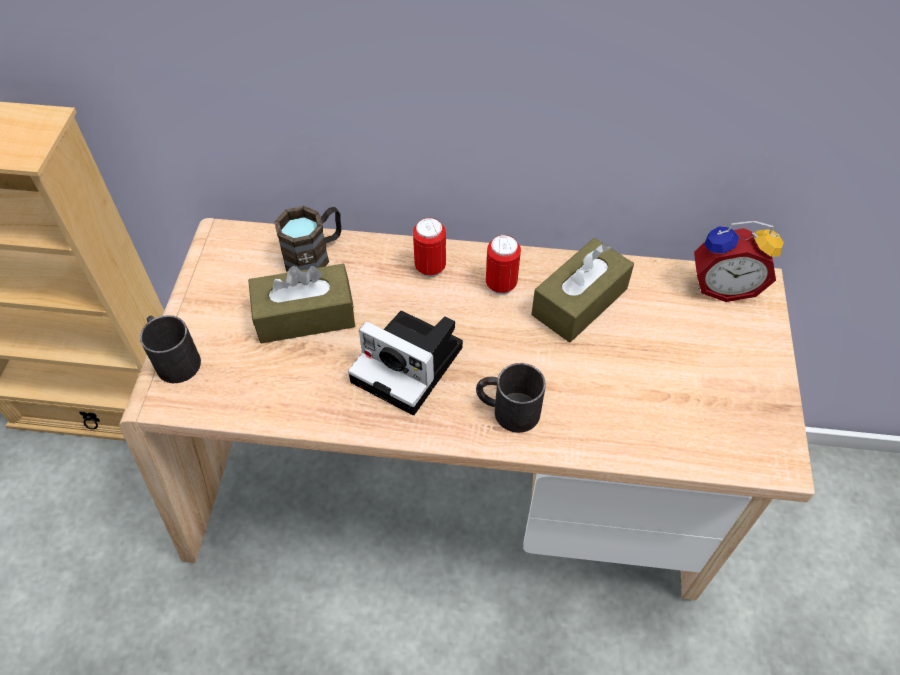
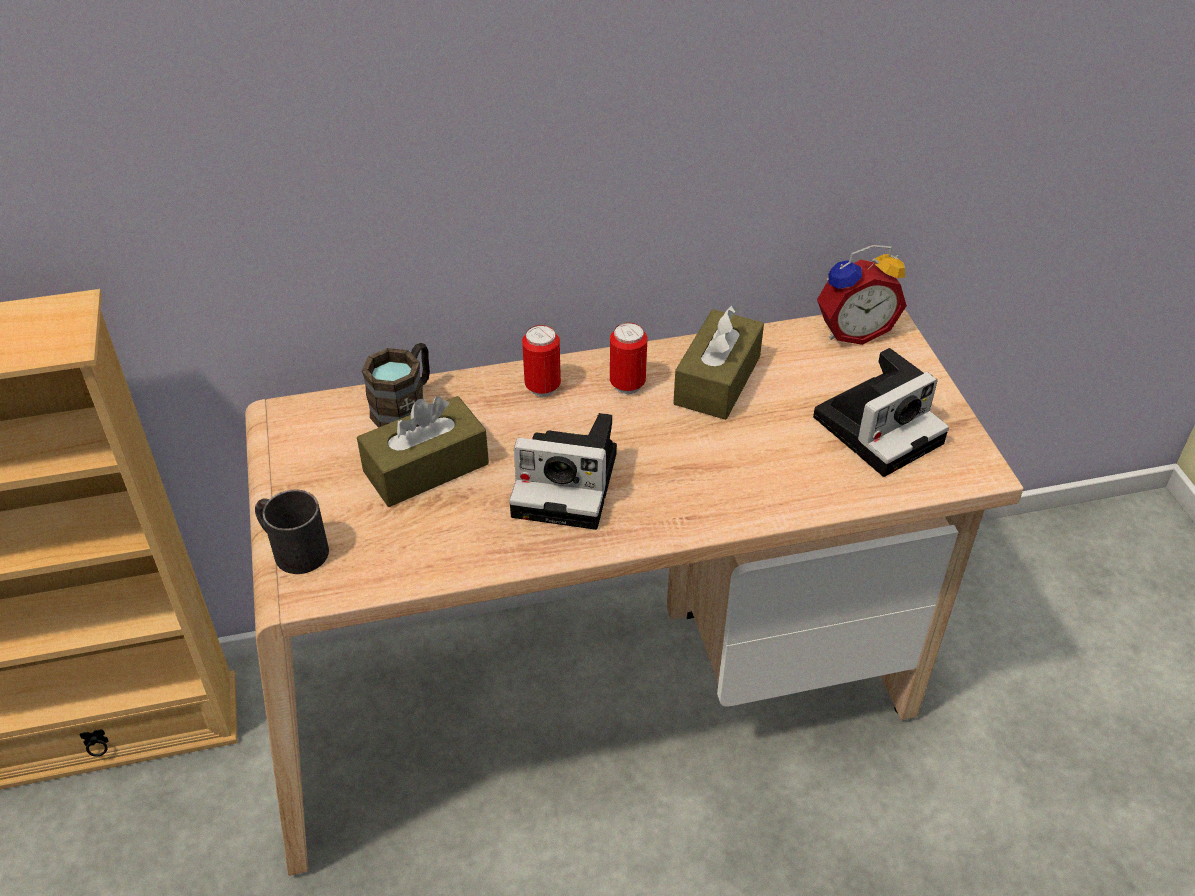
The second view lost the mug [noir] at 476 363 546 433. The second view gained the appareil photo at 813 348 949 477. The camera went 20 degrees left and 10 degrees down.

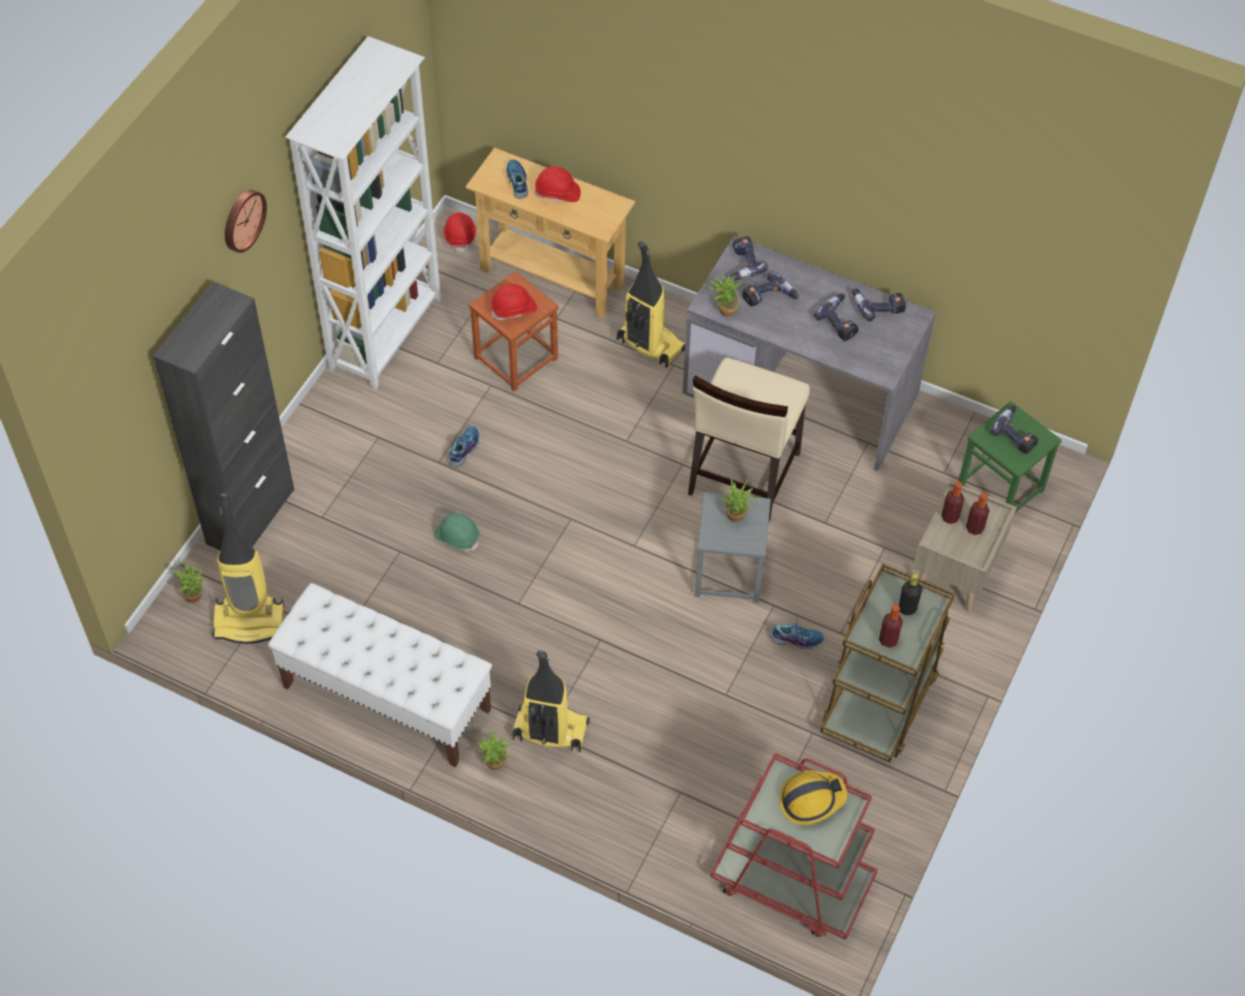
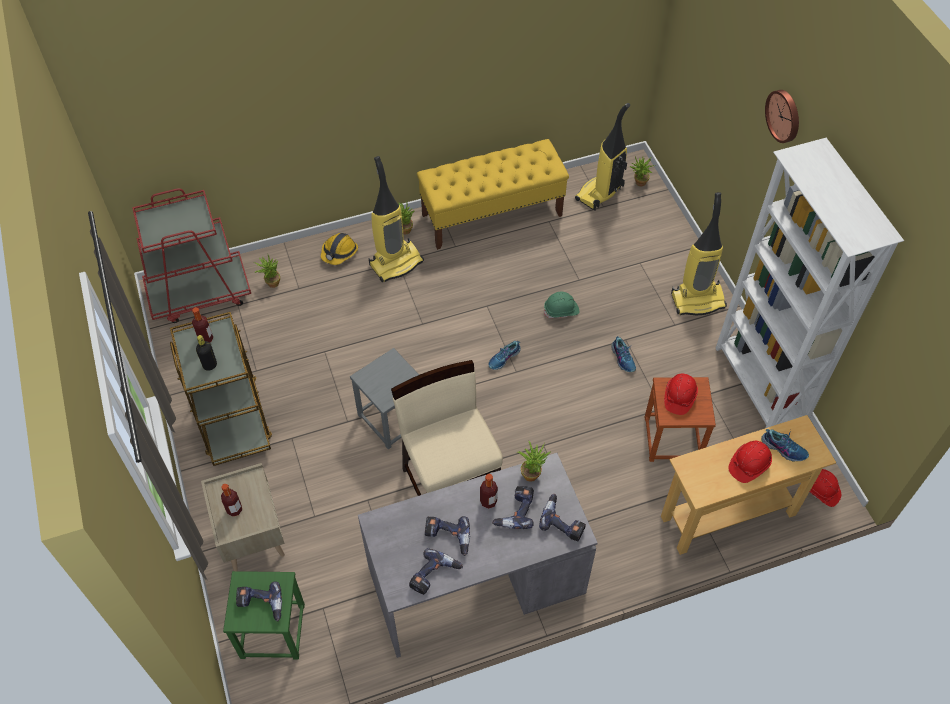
The aspirateur ended up elsewhere, having gone from 617 241 685 368 to 671 192 727 315. The second view lost the meuble de rangement [noir] at 153 282 294 550. The plante en pot ended up elsewhere, having gone from 720 479 759 522 to 253 253 280 288. The bouteille ended up elsewhere, having gone from 941 481 964 524 to 480 474 498 509. What was the banc [blanc] at 268 583 492 767 turned into the banc [jaune] at 417 139 569 250. The chaussure ended up elsewhere, having gone from 770 617 825 649 to 488 341 521 370. The casque de chantier ended up elsewhere, having gone from 779 771 847 825 to 321 233 358 265. The camera went 135 degrees right and 0 degrees up.

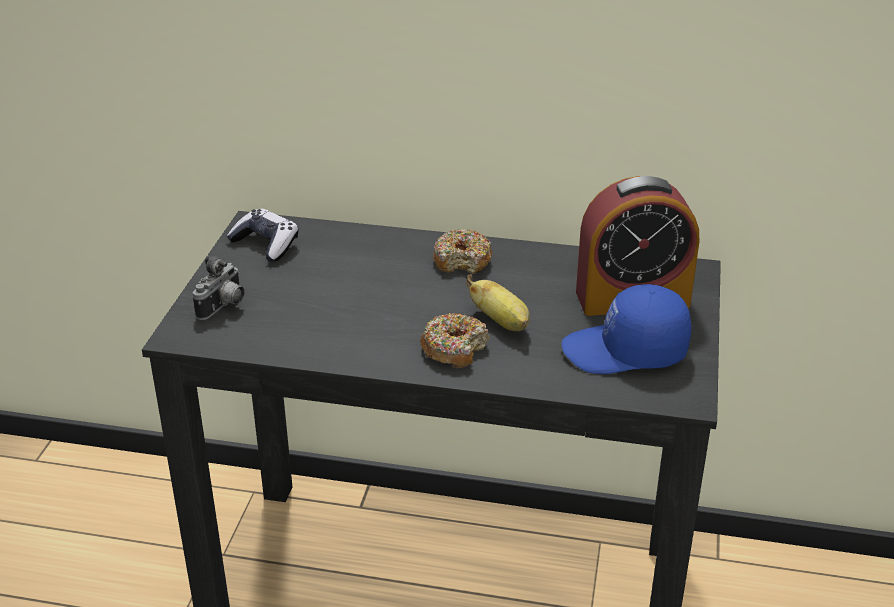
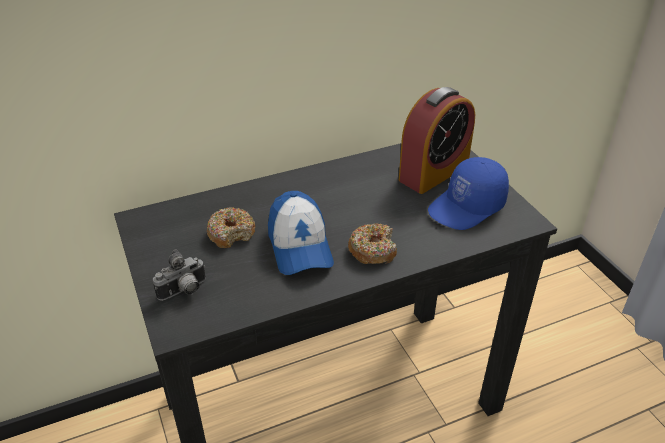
The second view lost the manette at 227 209 299 262. The beignet ended up elsewhere, having gone from 433 229 492 274 to 207 207 256 248. The appareil photo at 193 255 245 320 ended up facing another way, 60 degrees clockwise from before. The second view lost the banane at 466 274 530 331. The second view gained the casquette at 268 191 334 275. The camera went 35 degrees left and 5 degrees up.

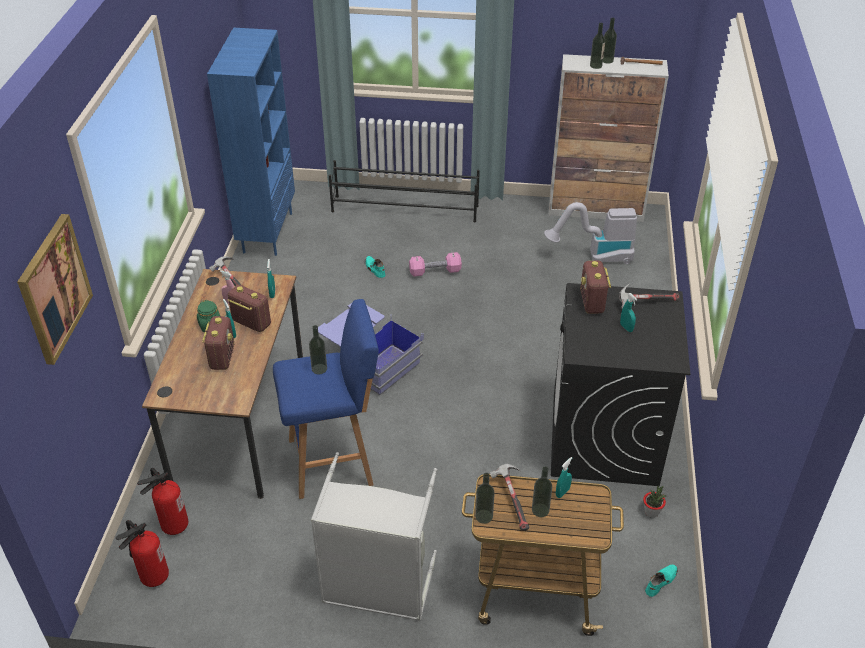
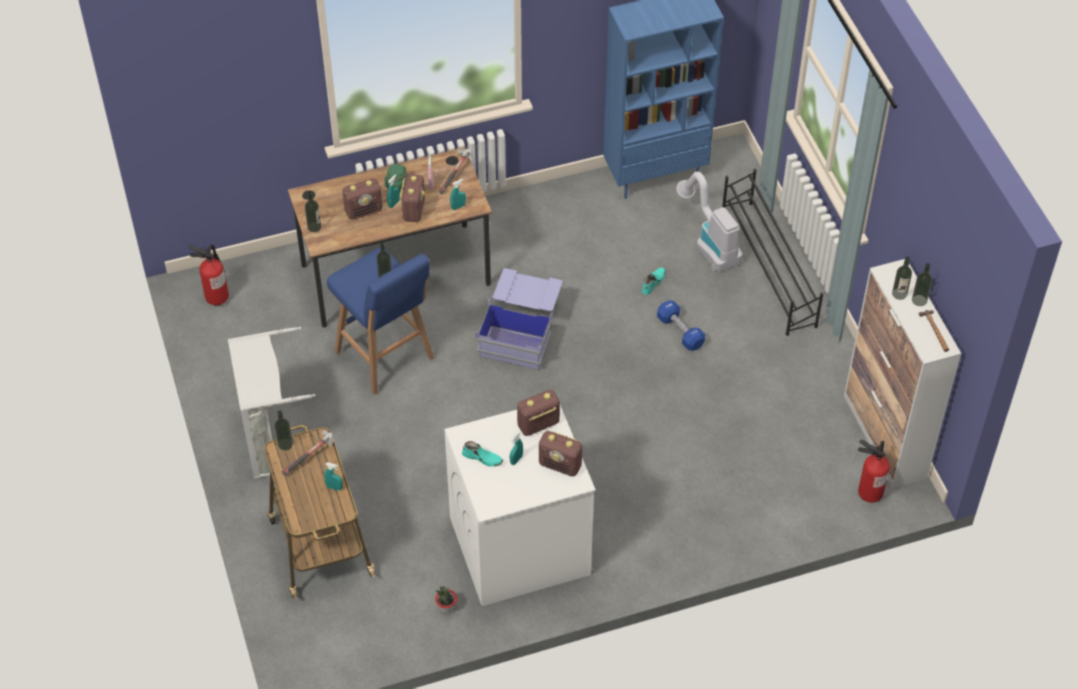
The aspirateur ended up elsewhere, having gone from 544 202 637 264 to 676 172 742 272. The second view lost the tableau at 17 214 93 365. What was the haltère [rose] at 409 252 462 277 turned into the haltère [bleu] at 657 300 705 351. What was the lave-linge [noir] at 551 283 690 486 turned into the lave-linge [blanc] at 444 405 596 606. Where the marteau stood at 619 283 680 309, the radio came to stand at 539 431 582 476. The bouteille ended up elsewhere, having gone from 532 467 552 517 to 305 191 321 232. The extincteur ended up elsewhere, having gone from 137 468 189 535 to 858 440 890 503. The chaussure [turquoise] ended up elsewhere, having gone from 645 565 678 597 to 462 441 503 466. The camera went 65 degrees right and 10 degrees up.

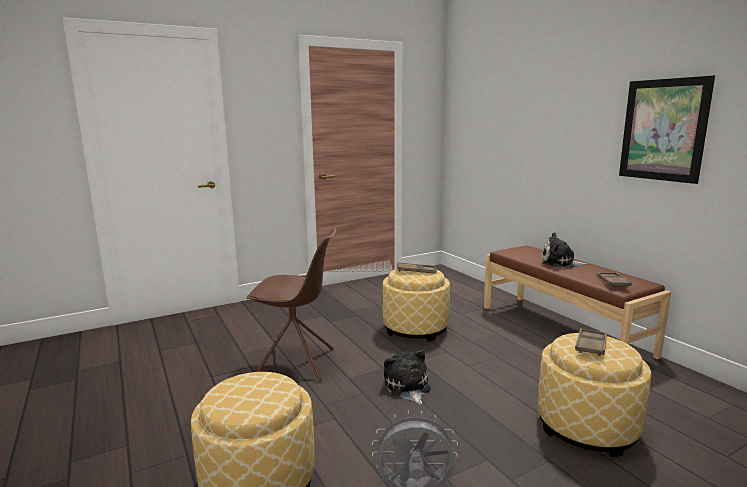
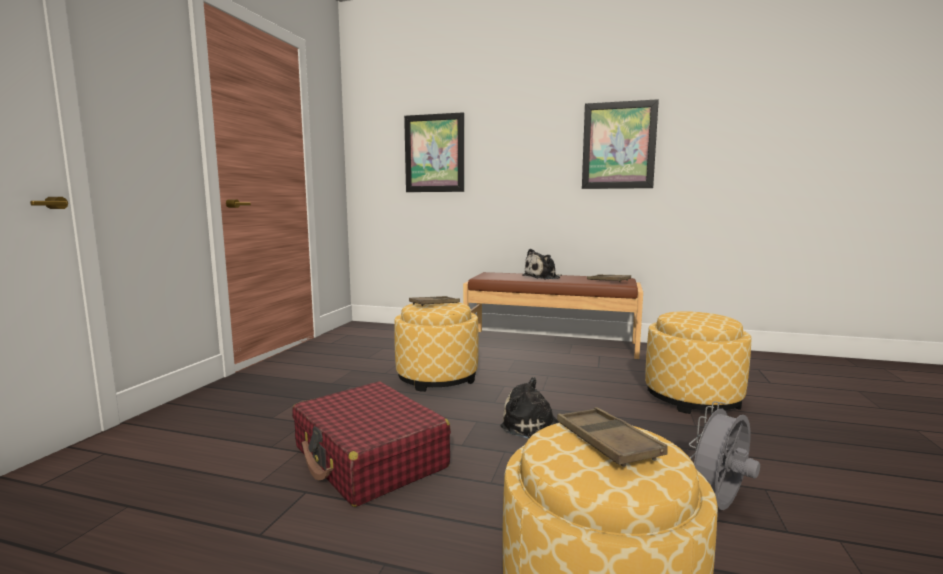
Where the chaise [marron] stood at 247 228 337 381, the valise [rouge] came to stand at 292 381 451 507. The plateau [marron] ended up elsewhere, having gone from 575 328 607 356 to 557 407 668 467. The second view gained the tableau at 404 112 464 192. The camera went 45 degrees left and 5 degrees down.

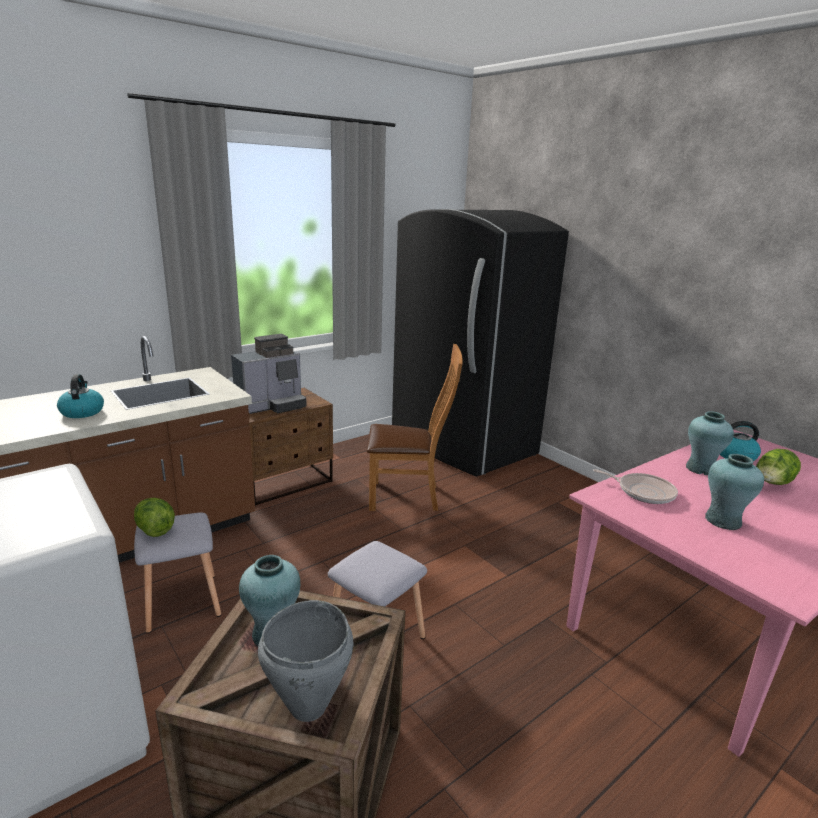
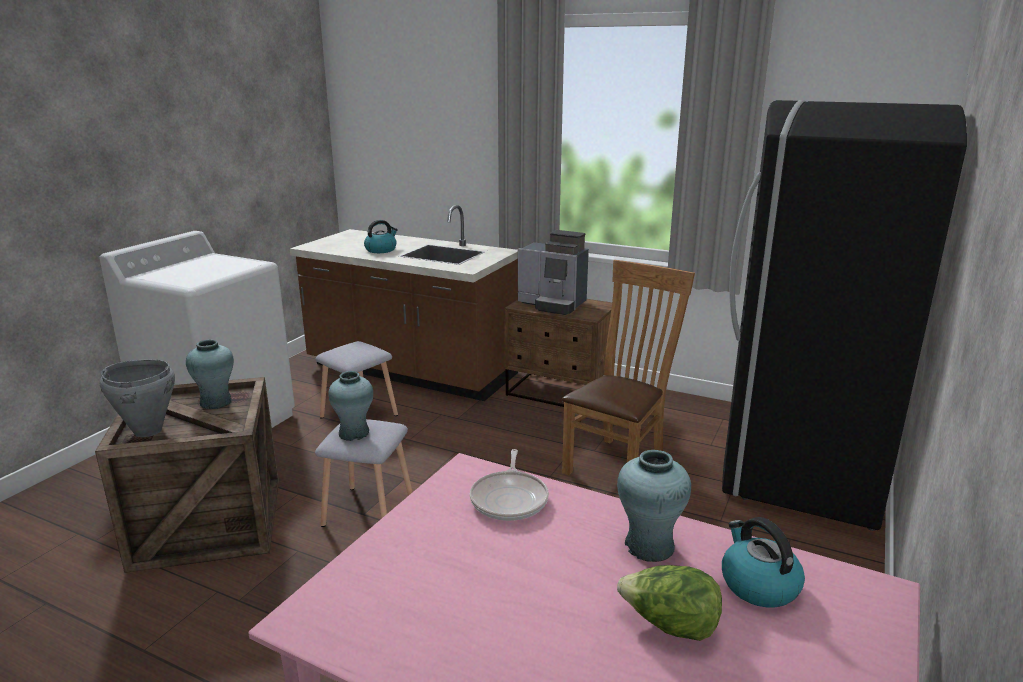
The chaise [marron] at 367 344 463 511 ended up facing another way, 120 degrees counterclockwise from before. The vase [turquoise] ended up elsewhere, having gone from 705 454 764 530 to 328 371 373 441. The second view lost the laitue at 134 498 175 537. The camera went 65 degrees right and 0 degrees up.

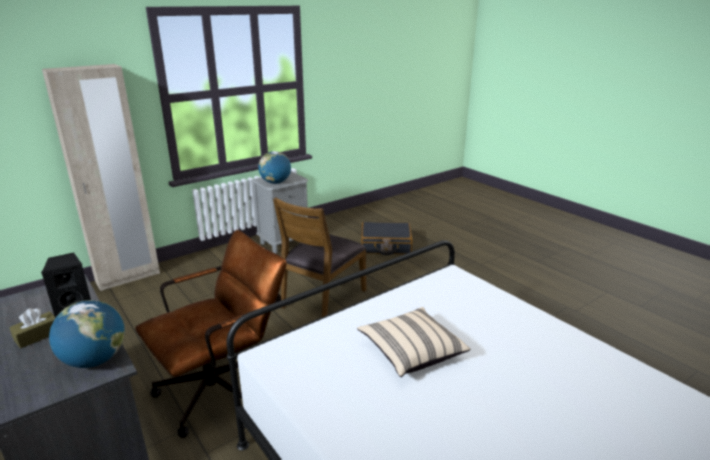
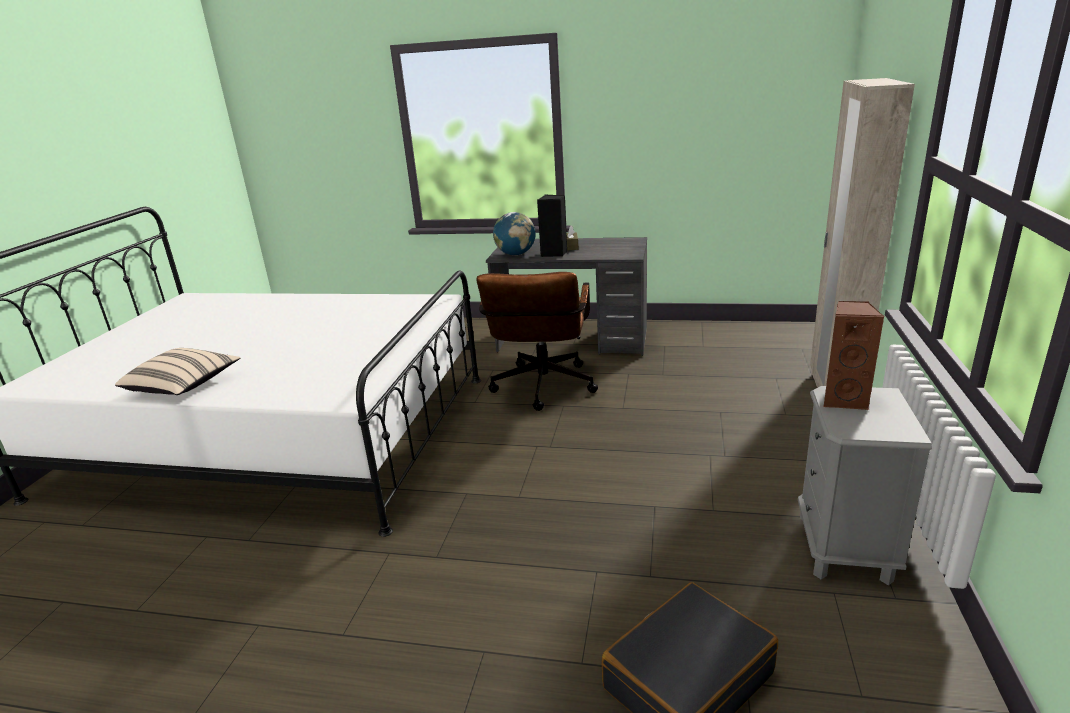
Where the globe stood at 258 151 291 184, the enceinte [marron] came to stand at 823 301 884 410. The second view lost the chaise [marron] at 273 197 367 317. The coussin [beige] ended up elsewhere, having gone from 357 307 470 377 to 115 348 241 395. The camera went 140 degrees right and 0 degrees up.

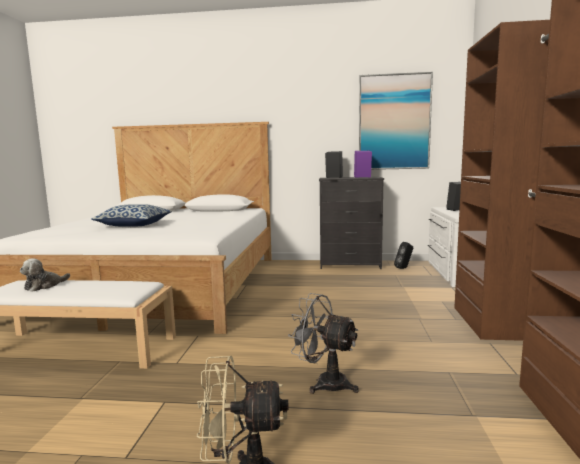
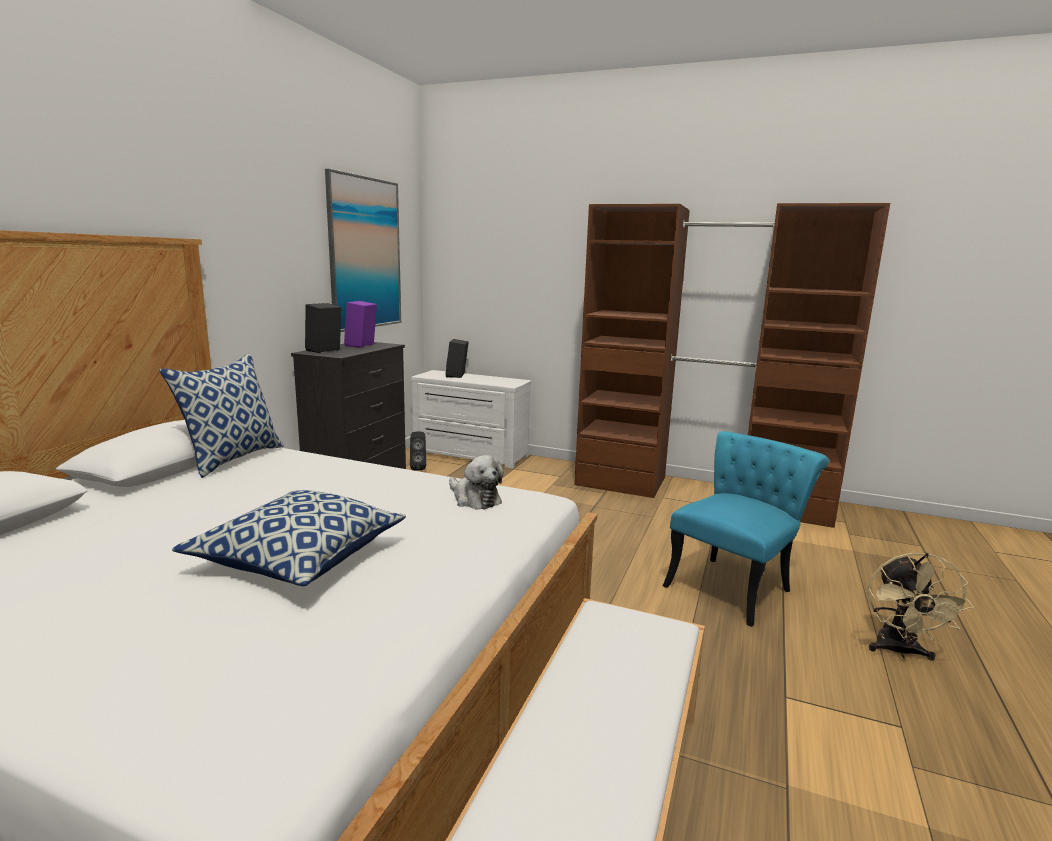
The peluche ended up elsewhere, having gone from 20 258 70 292 to 449 455 504 509. Where the ventilateur [gris] stood at 288 293 359 394, the chaise [turquoise] came to stand at 662 431 829 627. The second view gained the coussin at 159 353 284 478. The camera went 75 degrees left and 5 degrees up.

